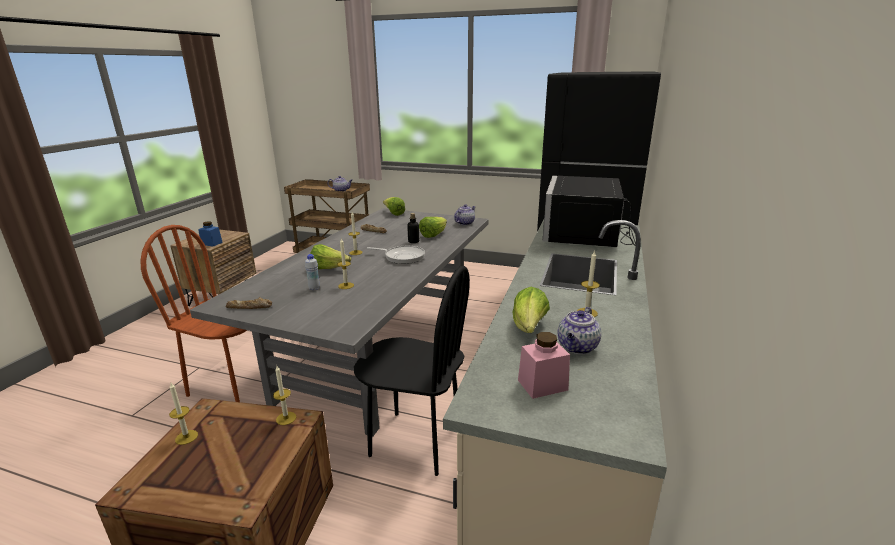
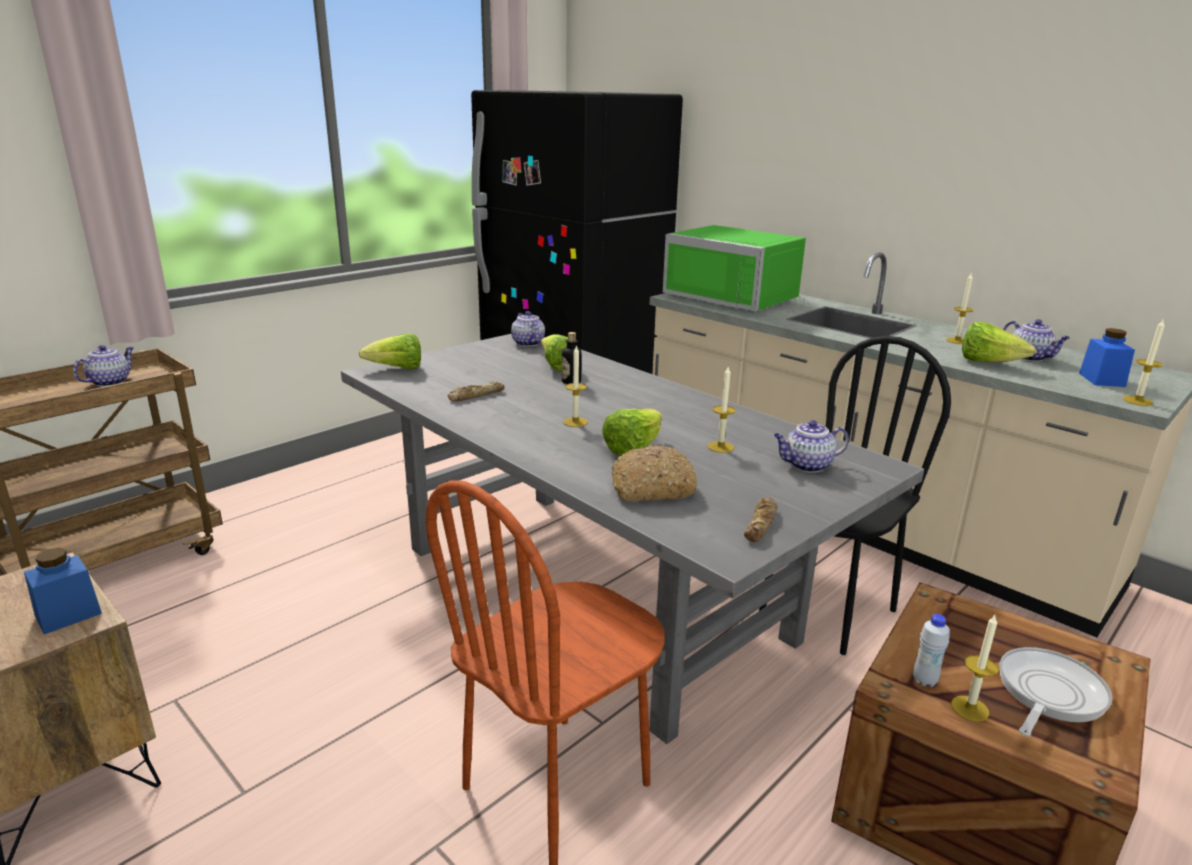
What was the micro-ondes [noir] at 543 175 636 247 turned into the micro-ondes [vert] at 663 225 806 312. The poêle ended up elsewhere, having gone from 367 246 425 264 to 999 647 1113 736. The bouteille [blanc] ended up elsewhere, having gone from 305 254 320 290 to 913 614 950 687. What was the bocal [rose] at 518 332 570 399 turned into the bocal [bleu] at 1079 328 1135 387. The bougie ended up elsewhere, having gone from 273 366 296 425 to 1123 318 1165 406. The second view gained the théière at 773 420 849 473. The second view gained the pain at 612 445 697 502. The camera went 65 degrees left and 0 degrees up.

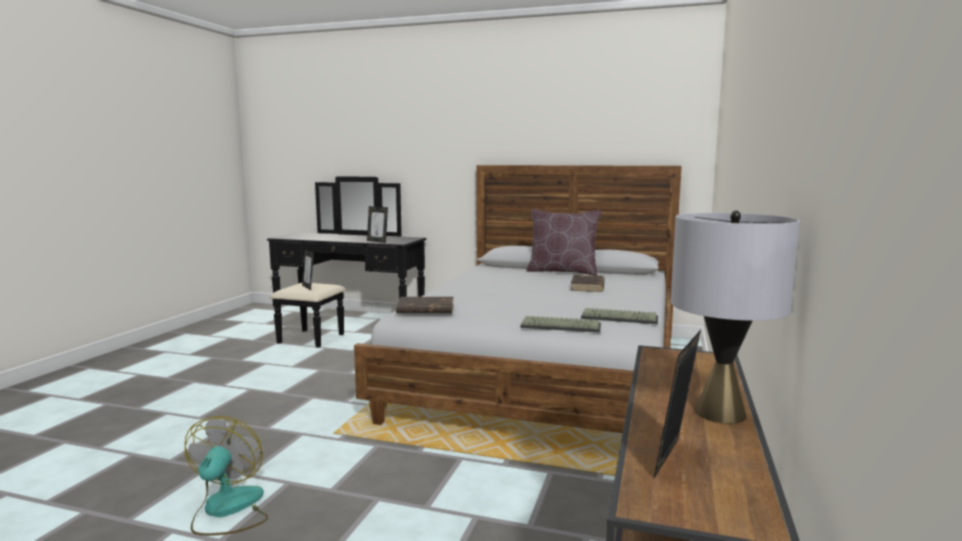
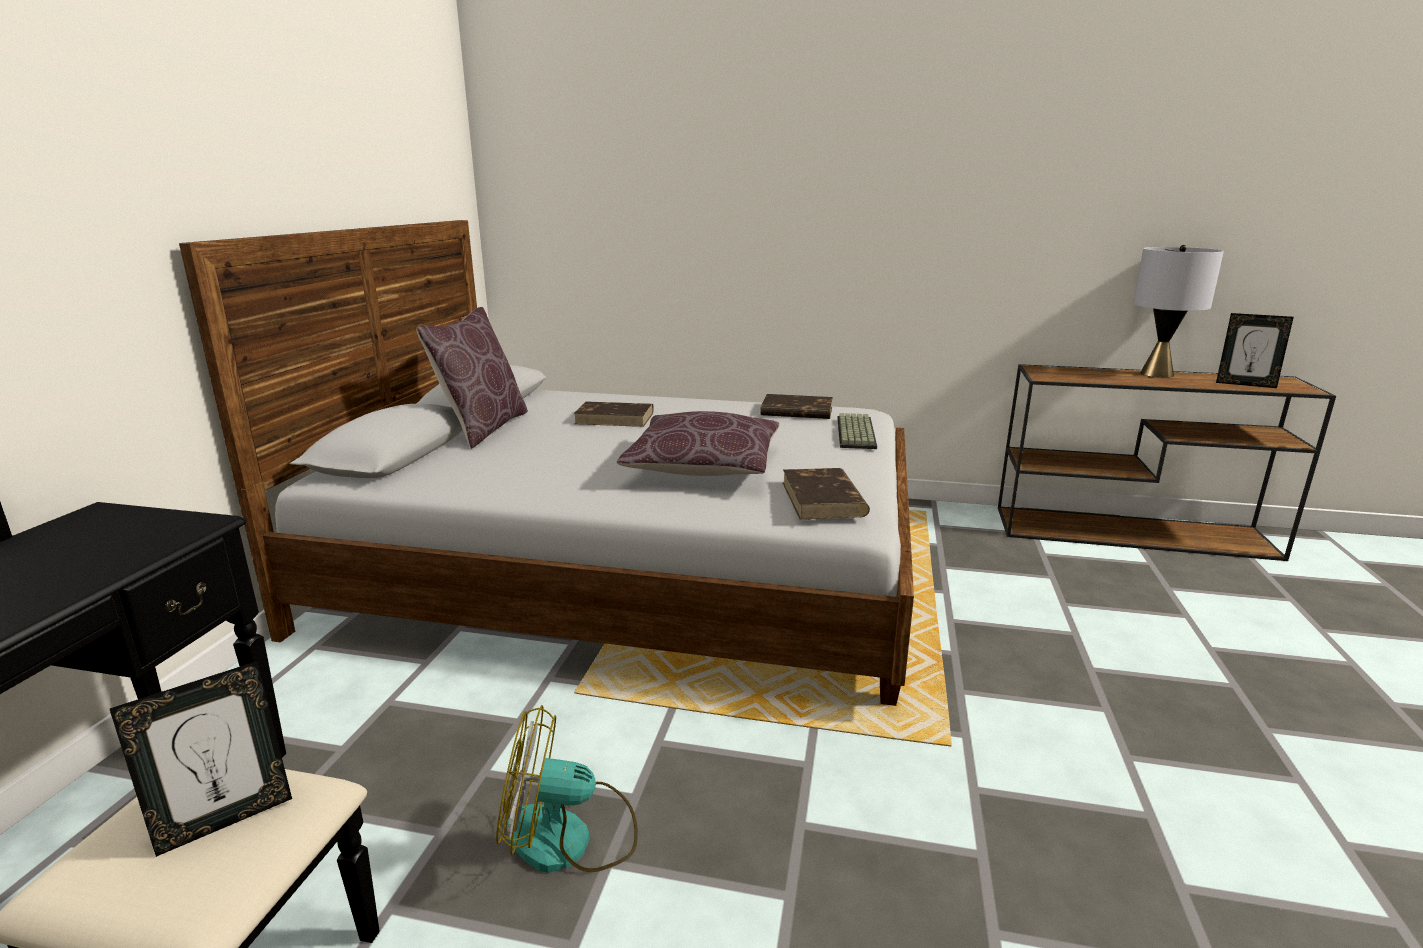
The second view lost the cadre photo at 367 206 388 243. Where the clavier stood at 581 308 658 324, the livre [marron] came to stand at 760 394 833 419. The ventilateur ended up elsewhere, having gone from 185 416 268 536 to 496 705 638 873. The second view gained the coussin [marron] at 617 411 779 476. The camera went 95 degrees left and 10 degrees up.

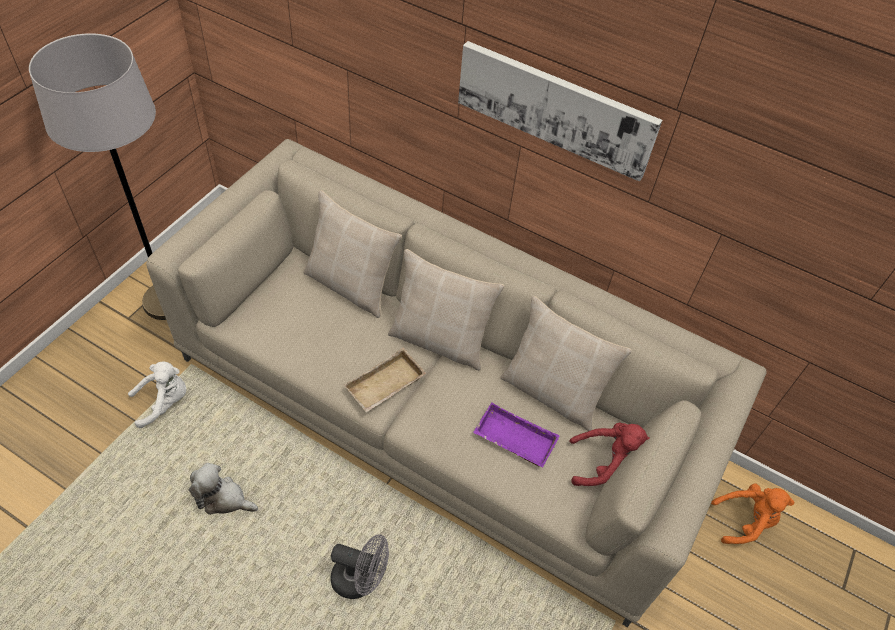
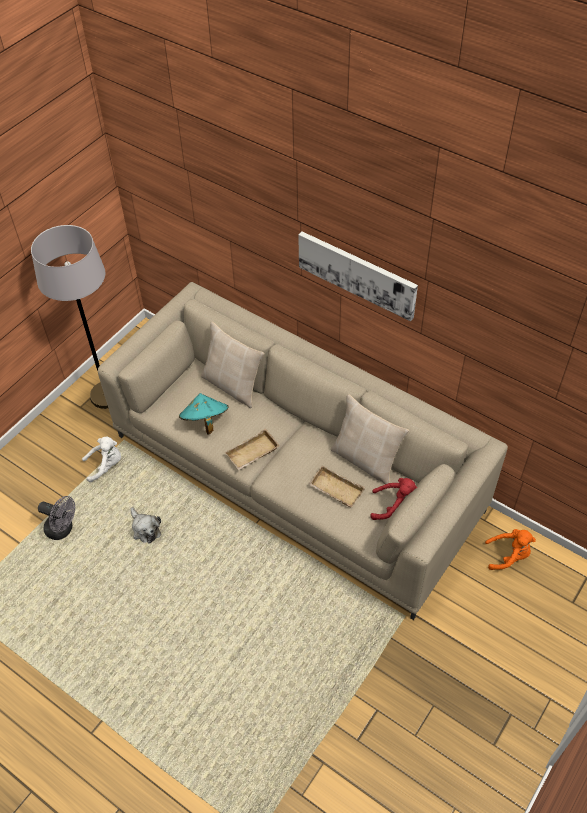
The second view lost the coussin [beige] at 388 249 504 371. What was the plateau [violet] at 473 402 560 467 turned into the plateau [beige] at 308 465 365 507. The peluche at 189 463 258 515 ended up facing another way, 150 degrees counterclockwise from before. The ventilateur [gris] ended up elsewhere, having gone from 331 534 389 599 to 38 496 75 540. The second view gained the chapeau [turquoise] at 179 393 228 435. The camera went 10 degrees right and 0 degrees up.

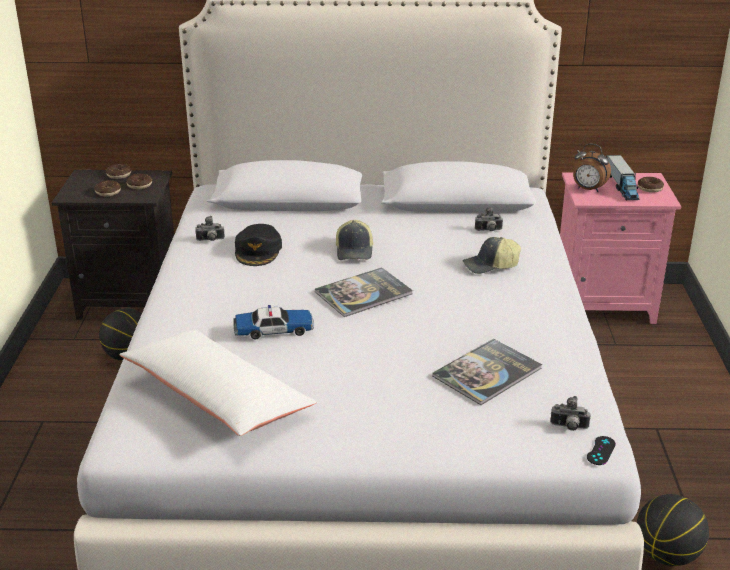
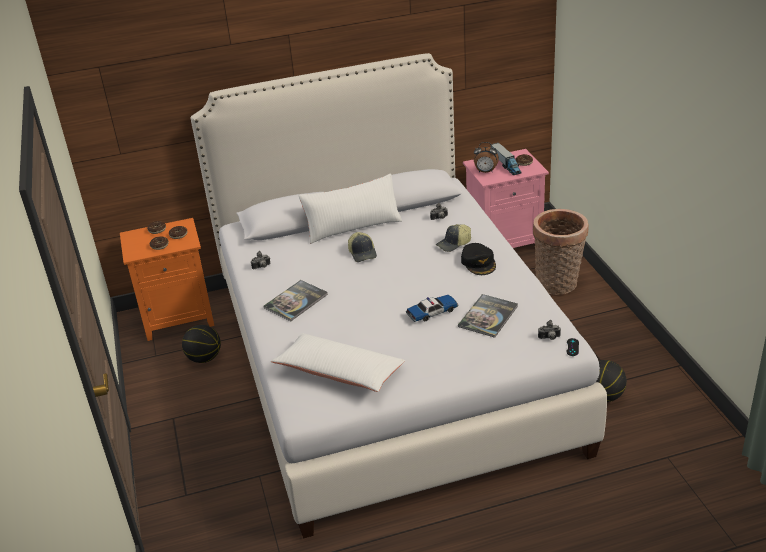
What was the table de chevet [noir] at 52 170 174 320 turned into the table de chevet [orange] at 120 218 214 341. The casquette [noir] ended up elsewhere, having gone from 235 224 282 266 to 461 243 496 275. The livre ended up elsewhere, having gone from 315 267 413 317 to 263 280 328 321. The petite voiture ended up elsewhere, having gone from 233 305 314 340 to 406 295 458 322. The second view gained the coussin [blanc] at 298 174 402 244. The second view gained the panier at 533 209 589 295. The camera went 15 degrees left and 5 degrees up.

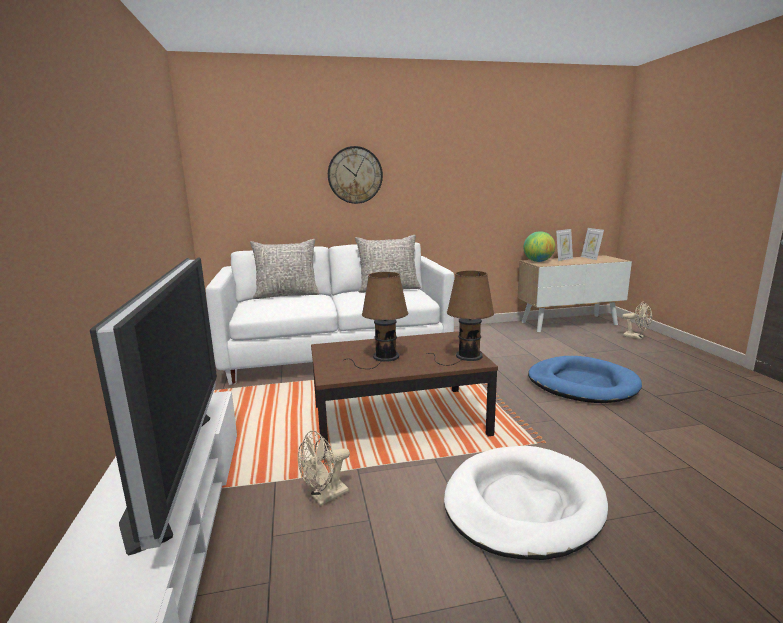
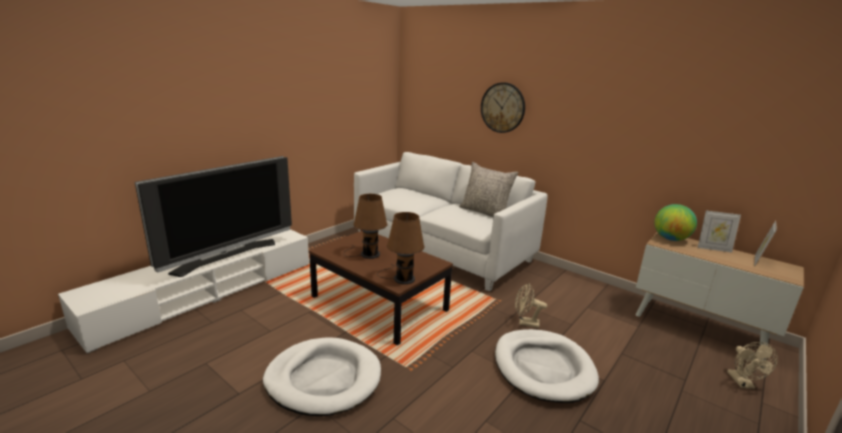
The second view lost the coussin [gris] at 250 239 320 299. What was the panier pour chien [bleu] at 528 356 642 403 turned into the panier pour chien [blanc] at 495 329 599 403. The ventilateur [beige] ended up elsewhere, having gone from 298 430 350 506 to 515 283 547 328. The camera went 50 degrees right and 5 degrees up.

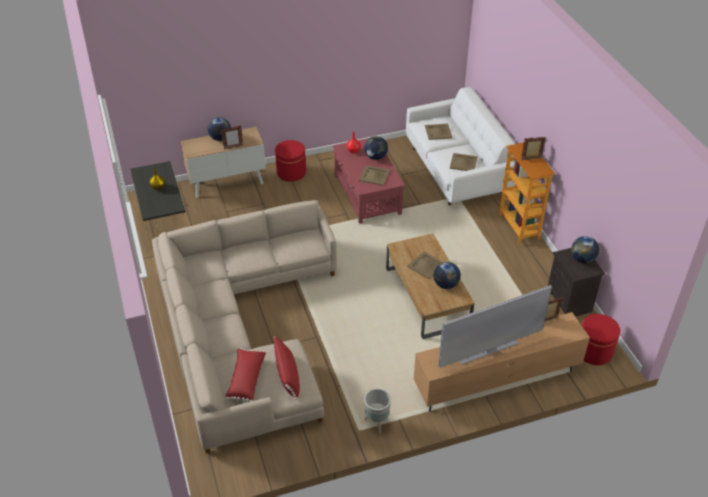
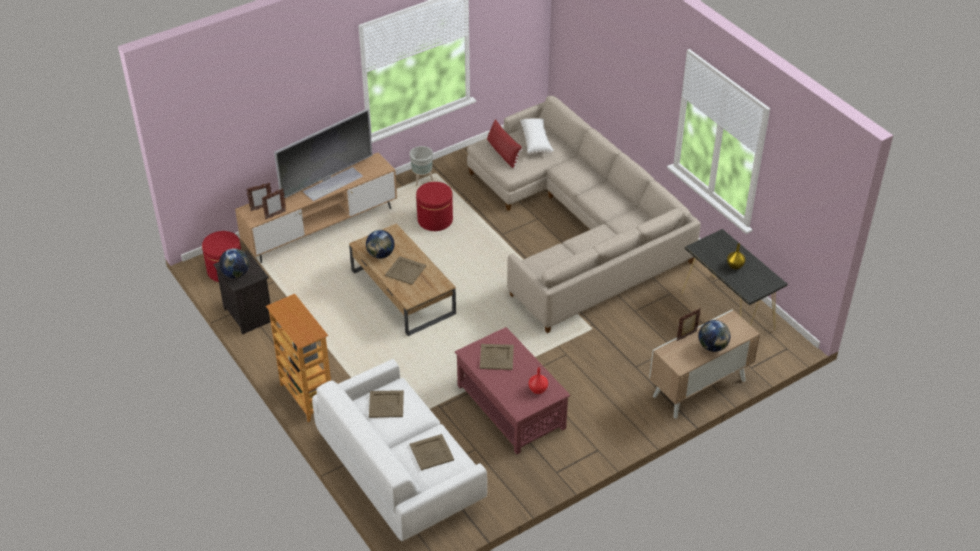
The second view lost the globe at 364 136 388 160. The cadre photo ended up elsewhere, having gone from 521 137 546 160 to 246 183 272 211. The pouf [rouge] ended up elsewhere, having gone from 275 140 306 182 to 416 182 453 231. What was the coussin [rouge] at 225 348 266 402 turned into the coussin [blanc] at 520 118 554 155. The camera went 165 degrees right and 0 degrees up.

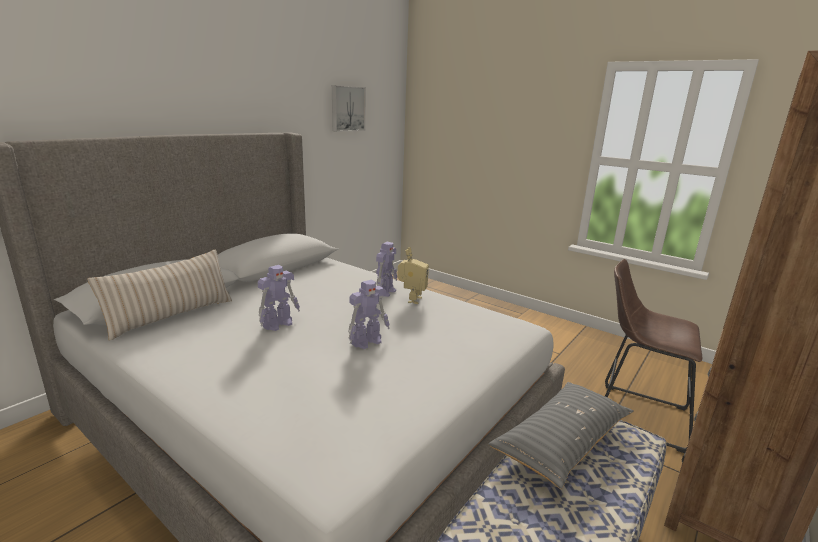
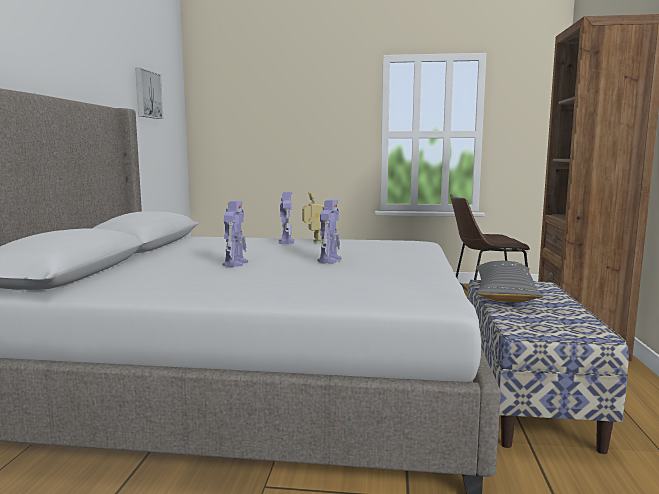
The second view lost the coussin [beige] at 87 249 232 341. The camera went 30 degrees left and 10 degrees down.

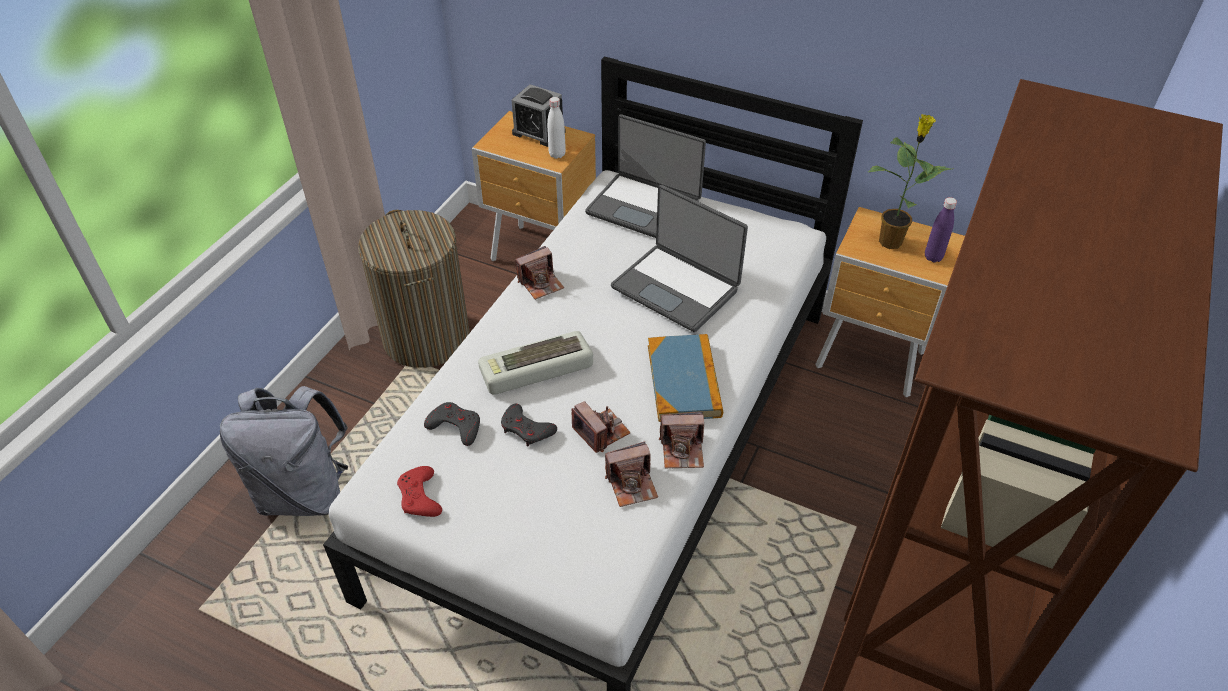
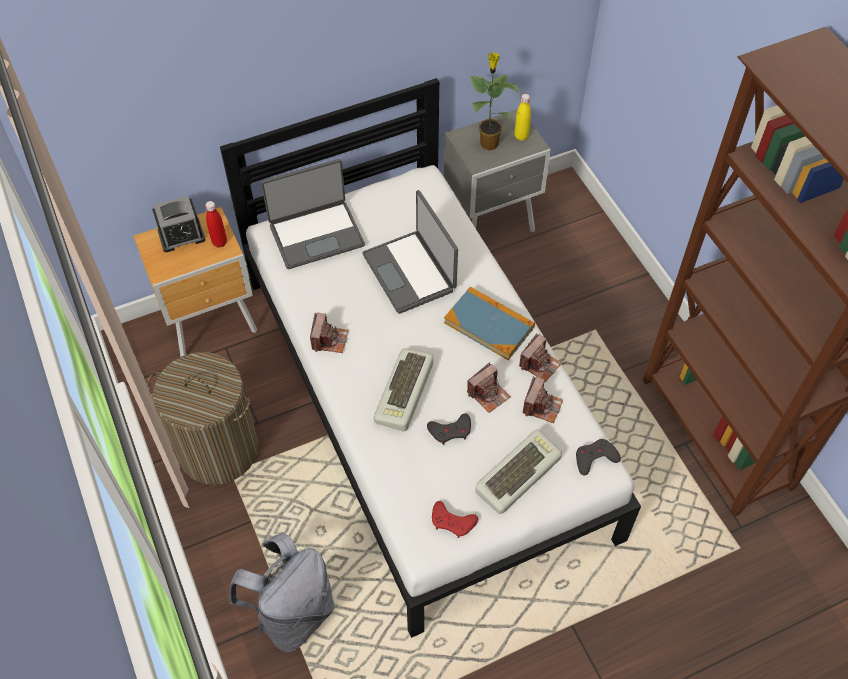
What was the bouteille [blanc] at 547 97 566 159 turned into the bouteille [rouge] at 205 201 227 248. The ordinateur portable at 611 185 748 332 ended up facing another way, 75 degrees clockwise from before. What was the bouteille [violet] at 925 197 957 263 turned into the bouteille [jaune] at 514 94 531 141. What was the table de chevet [marron] at 815 207 965 397 turned into the table de chevet [gris] at 444 109 551 232. The appareil photo at 572 401 631 453 ended up facing another way, 135 degrees clockwise from before. The manette [gris] ended up elsewhere, having gone from 424 402 480 446 to 576 439 621 476. The second view gained the clavier at 475 429 562 514. The camera went 50 degrees left and 10 degrees up.

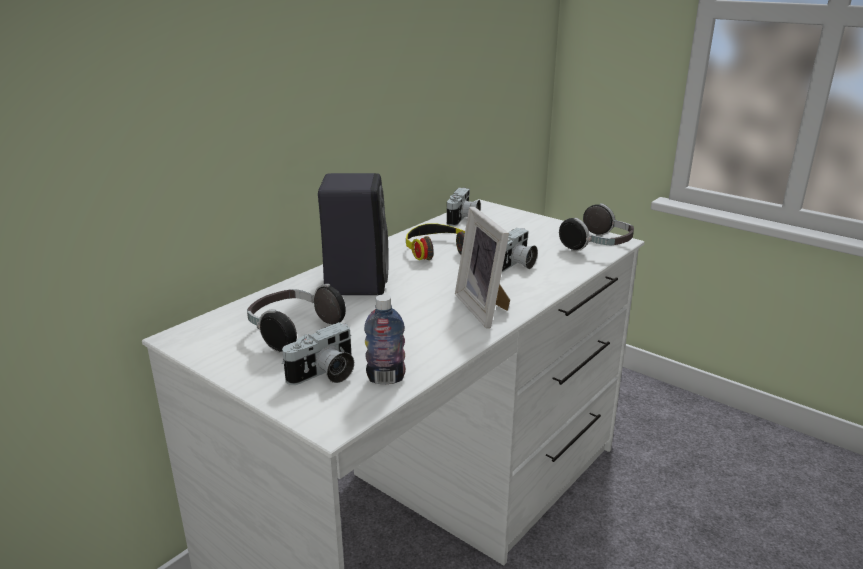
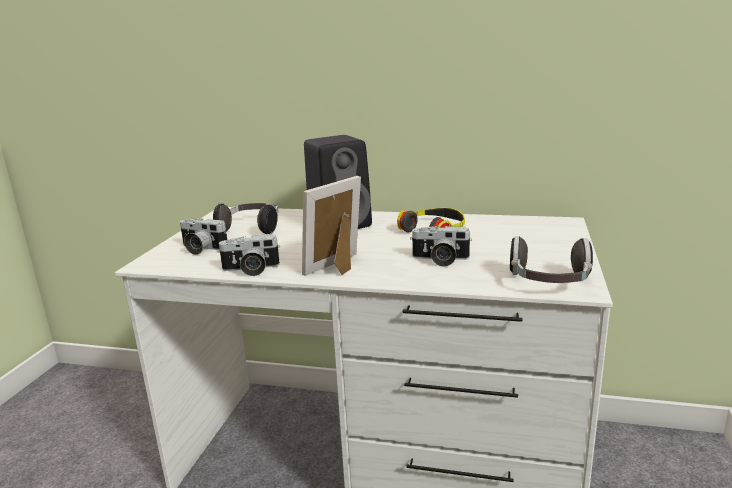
The appareil photo ended up elsewhere, having gone from 447 188 481 226 to 218 234 280 276. The second view lost the bouteille at 364 294 406 384. The camera went 65 degrees right and 5 degrees down.

